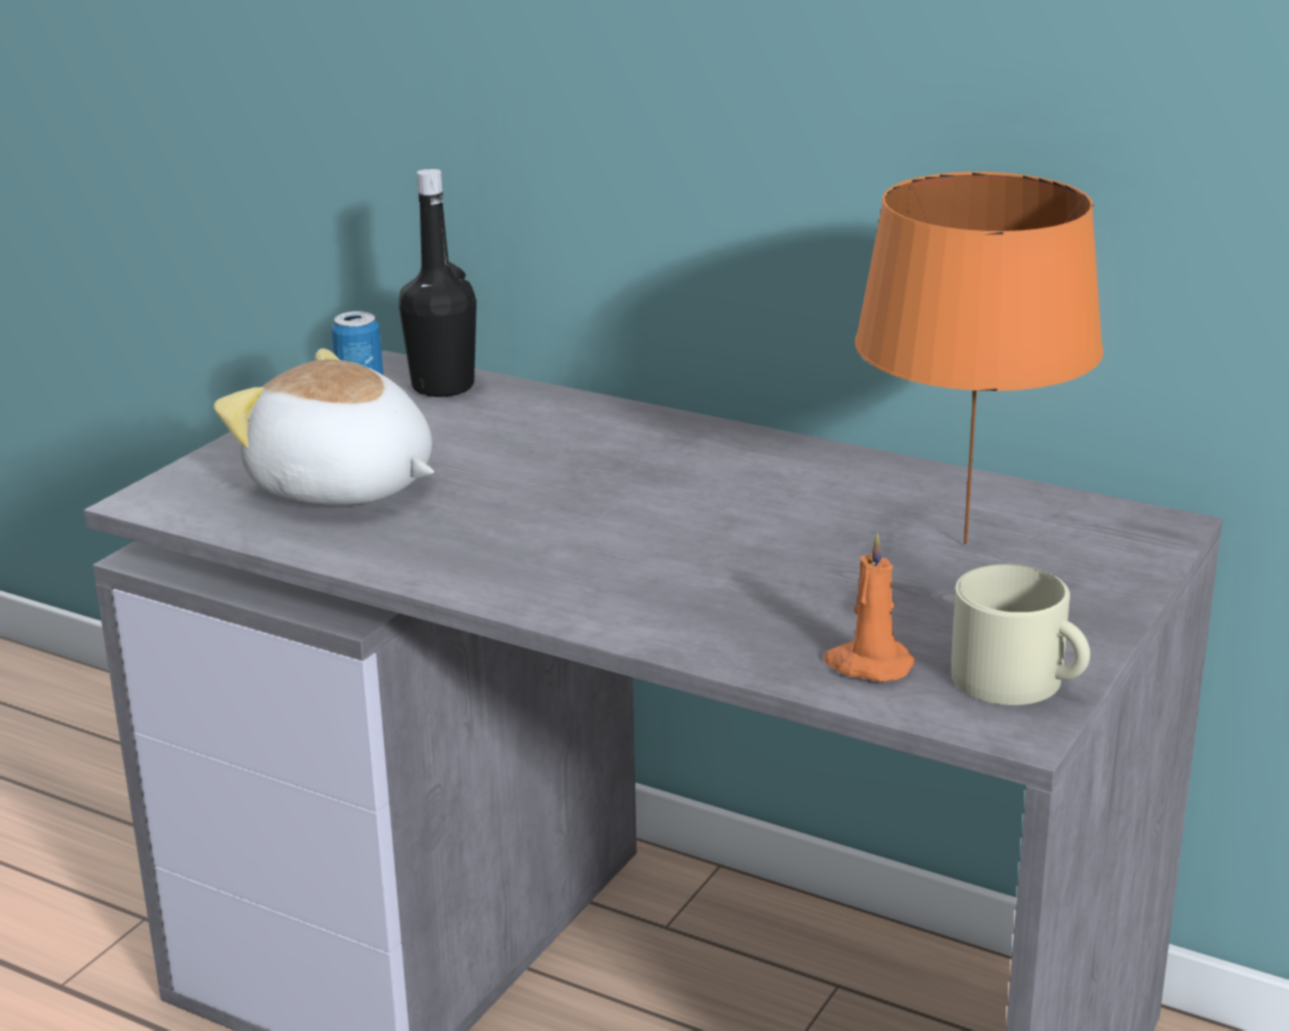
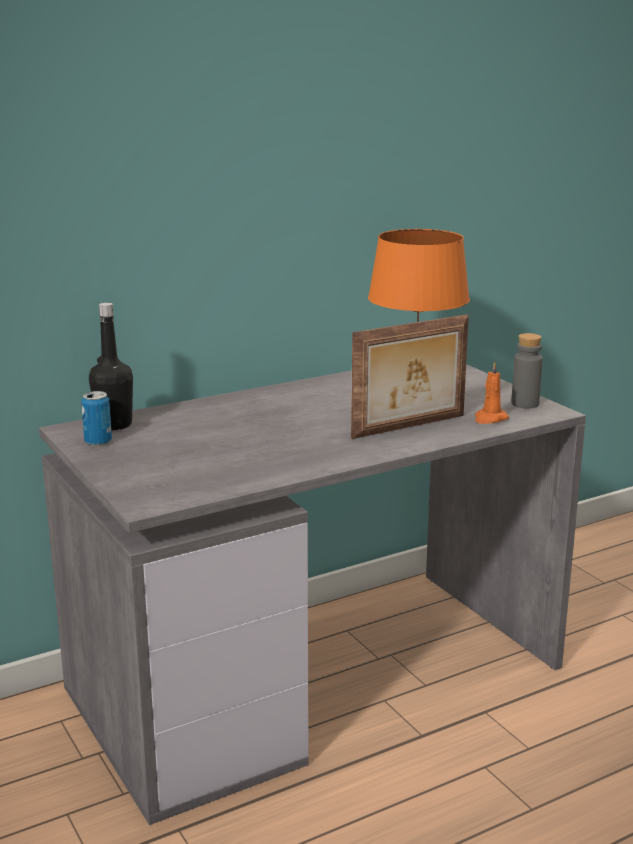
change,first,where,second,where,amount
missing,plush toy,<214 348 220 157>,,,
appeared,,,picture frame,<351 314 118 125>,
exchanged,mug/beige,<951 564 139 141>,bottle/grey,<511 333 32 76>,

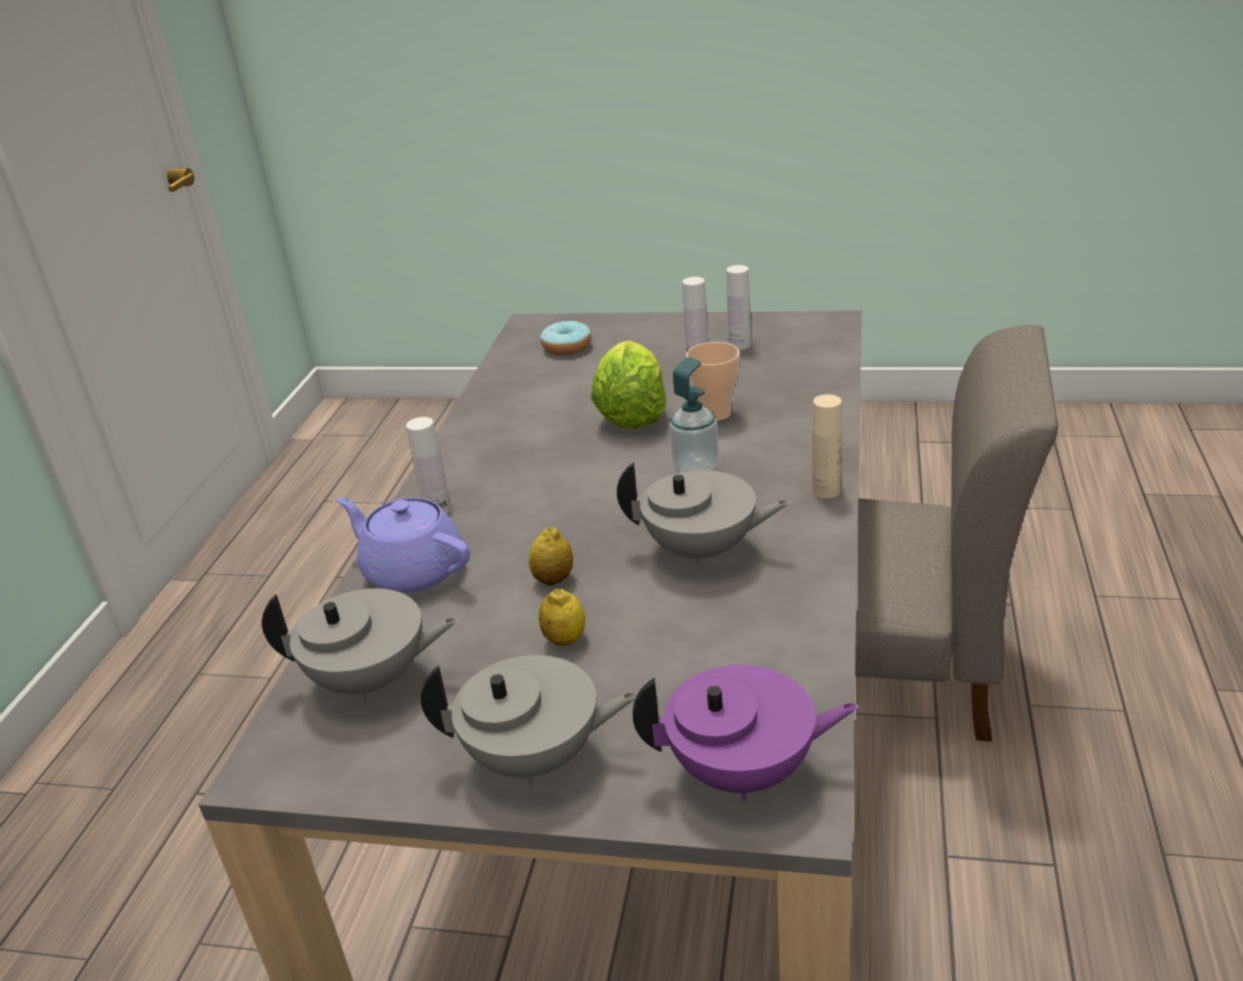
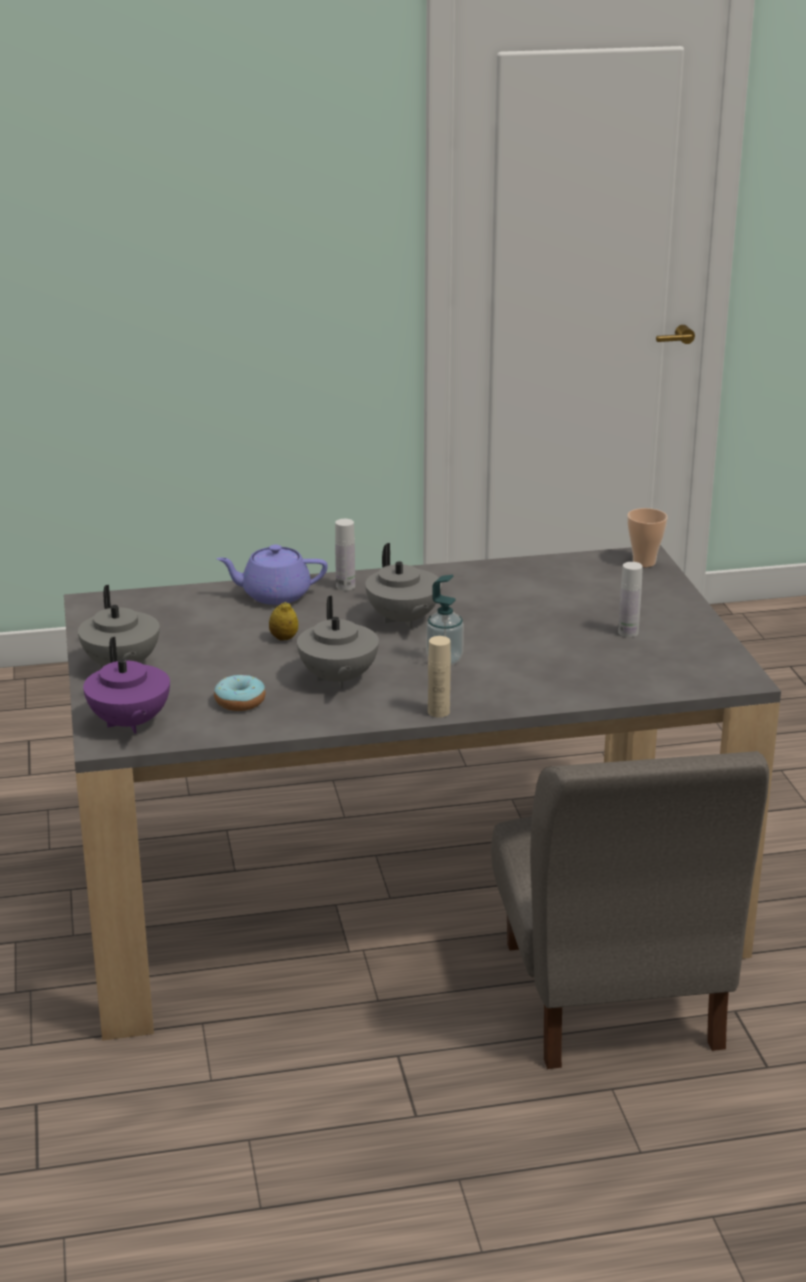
change,first,where,second,where,amount
missing,lemon,<539 589 46 56>,,,
missing,lettuce,<591 340 75 89>,,,
missing,bottle/white,<727 265 24 85>,,,
relocated,teapot/grey,<262 588 196 116>,,<365 543 77 85>,
relocated,donut,<540 321 51 34>,,<214 675 52 36>,
relocated,cup,<686 342 54 79>,,<627 508 41 59>,
spun,teapot/purple,<337 497 133 96>,,<216 545 112 60>,105 degrees counterclockwise

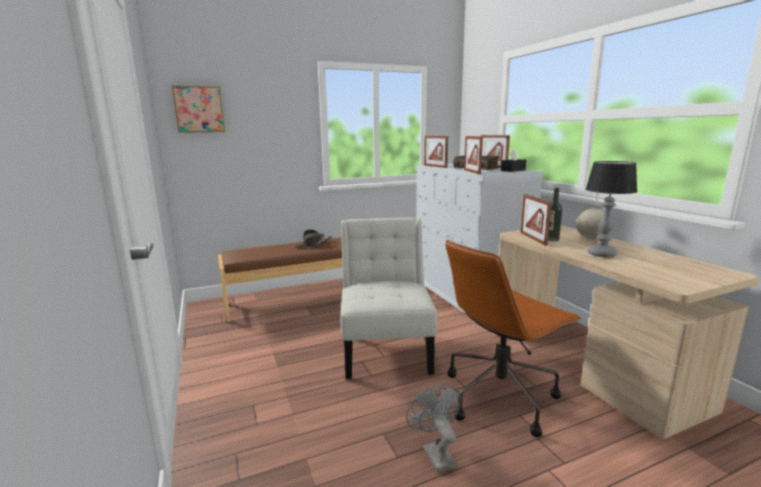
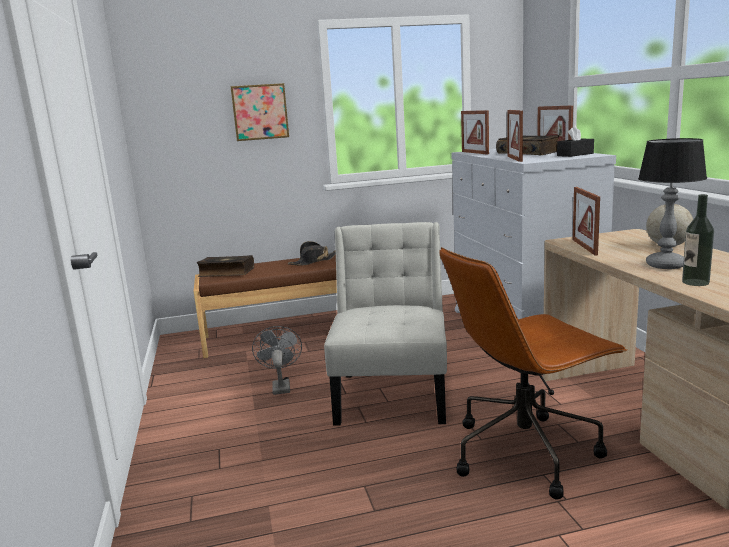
change,first,where,second,where,amount
appeared,,,book,<197 255 57 22>,
relocated,picture,<172 85 53 48>,,<231 83 58 58>,
relocated,fan/grey,<406 385 55 87>,,<252 326 50 69>,
relocated,bottle,<548 188 15 54>,,<682 194 32 92>,

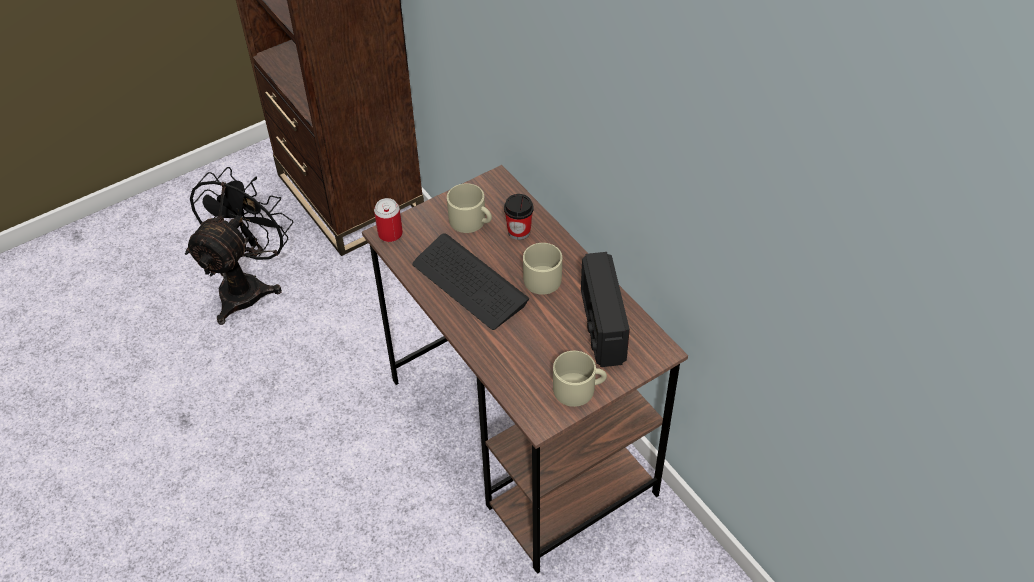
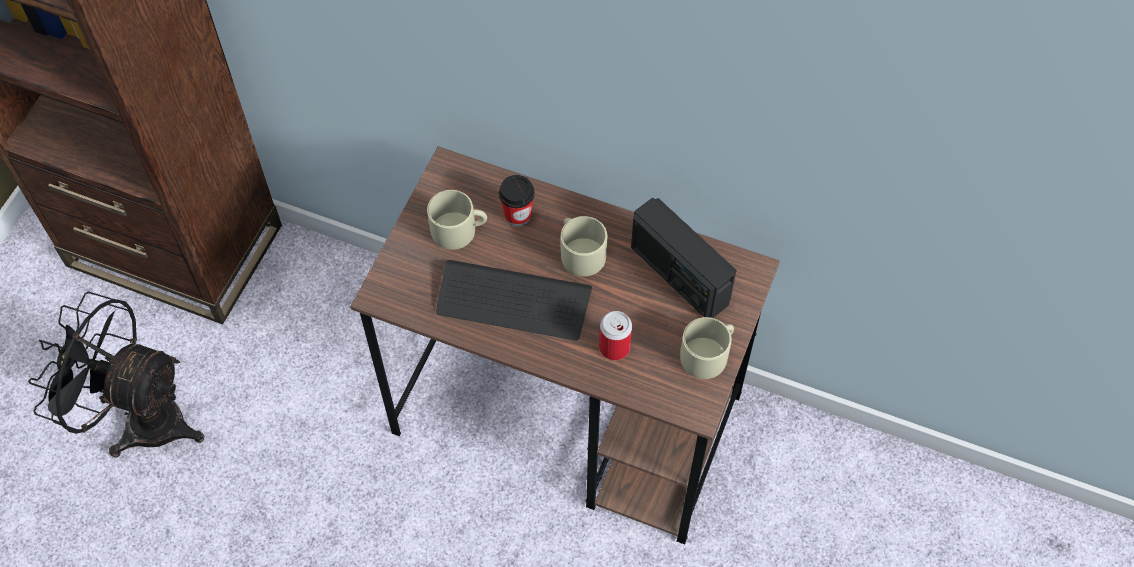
change,first,where,second,where,amount
relocated,can,<374 198 29 44>,,<599 311 33 49>,
spun,fan/black,<185 167 108 158>,,<28 291 176 166>,60 degrees counterclockwise

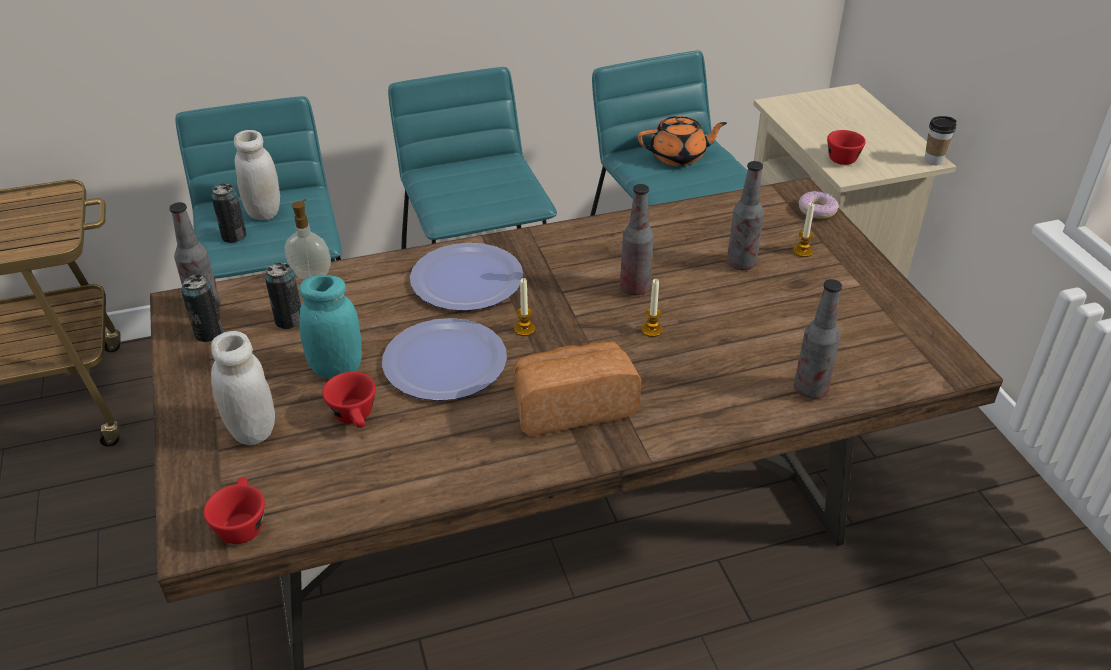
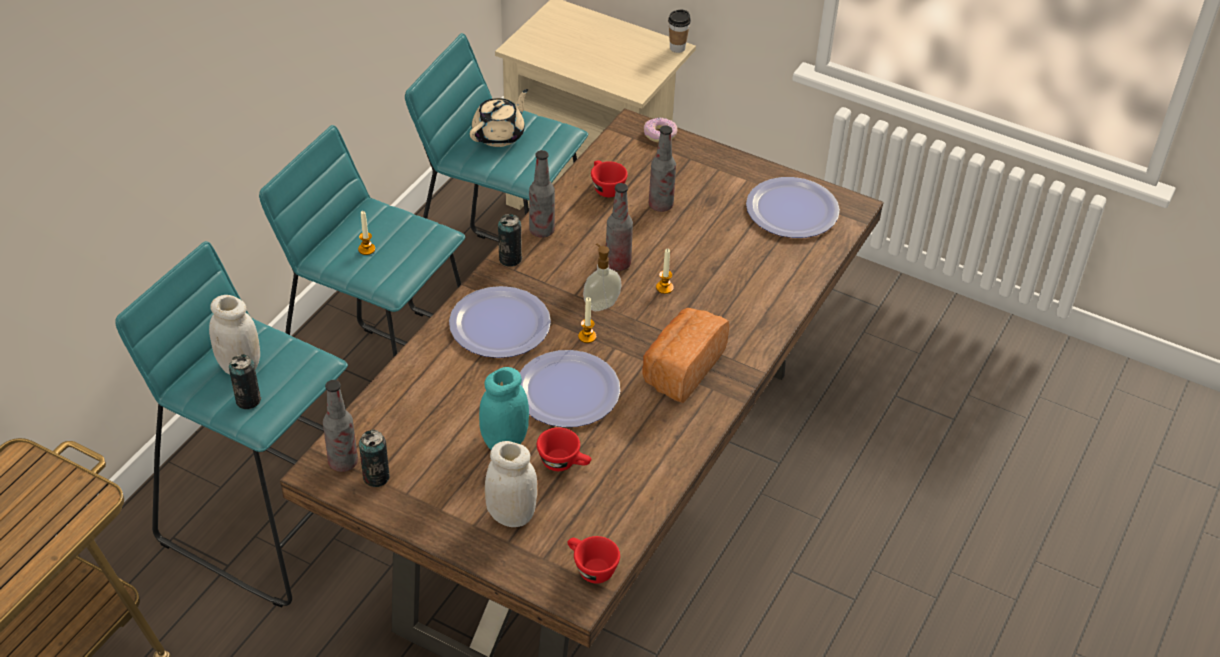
change,first,where,second,where,amount
appeared,,,plate,<746 177 94 61>,
relocated,can,<265 263 36 66>,,<498 214 24 53>,
relocated,soap dispenser,<285 199 46 80>,,<583 244 38 67>,
relocated,candle,<793 203 21 54>,,<358 211 17 44>,
relocated,bottle,<794 279 48 120>,,<529 150 26 88>,
relocated,cup/red,<827 130 39 35>,,<591 160 37 37>,
colour,teapot/orange,<638 116 89 50>,teapot/beige,<470 89 58 58>,

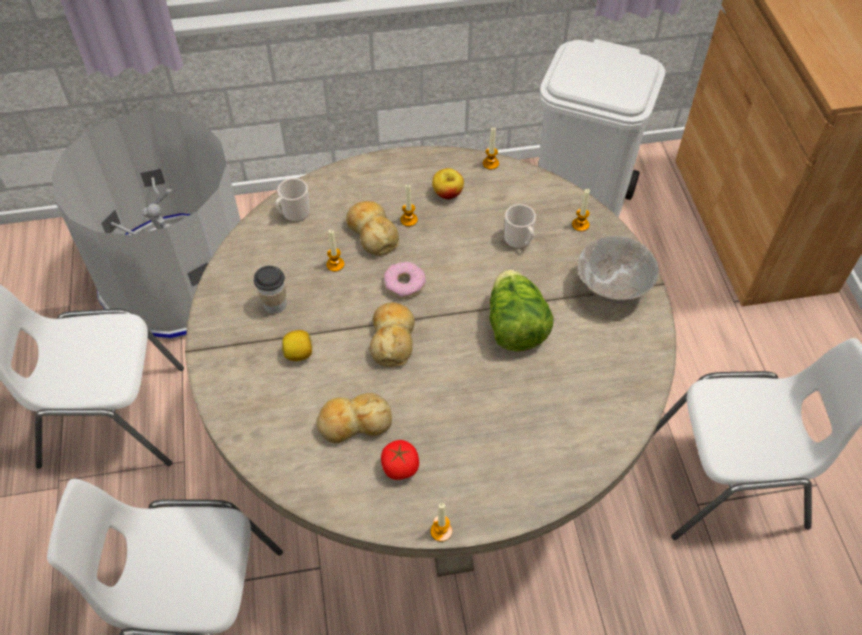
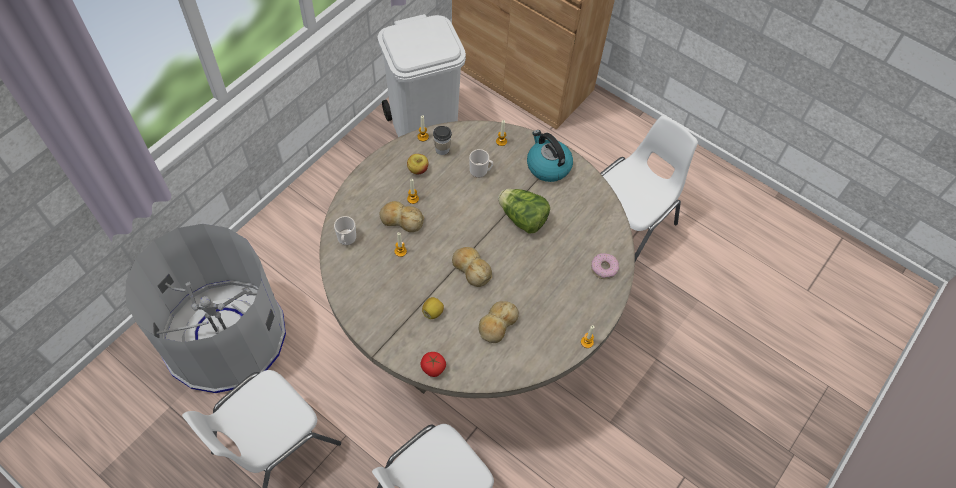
change,first,where,second,where,amount
relocated,cup,<254 266 32 48>,,<433 126 19 29>,
relocated,tomato,<381 440 38 40>,,<420 352 26 25>,
relocated,donut,<384 262 42 37>,,<591 253 28 26>,
exchanged,bowl/grey,<578 236 81 68>,kettle,<527 130 46 52>,

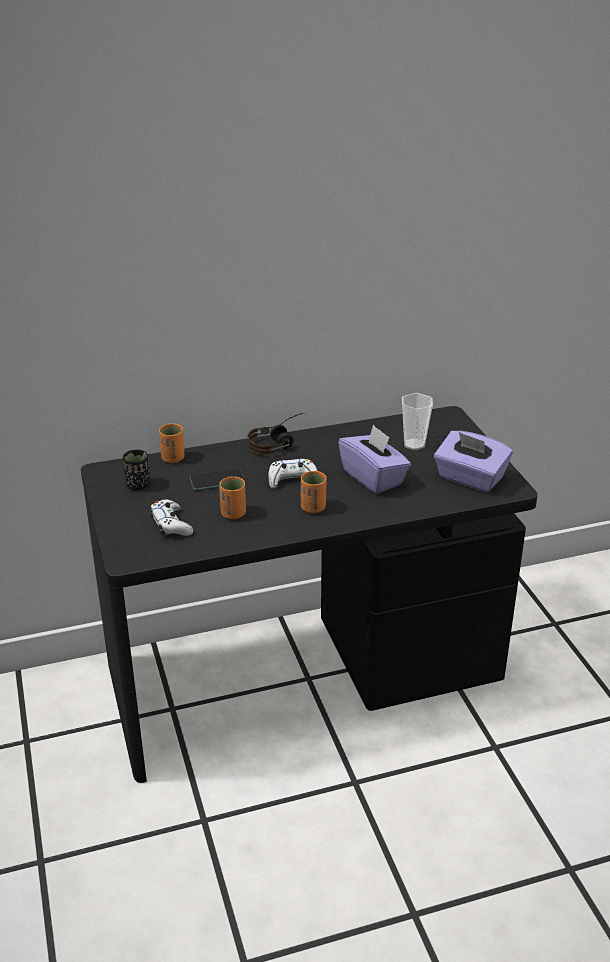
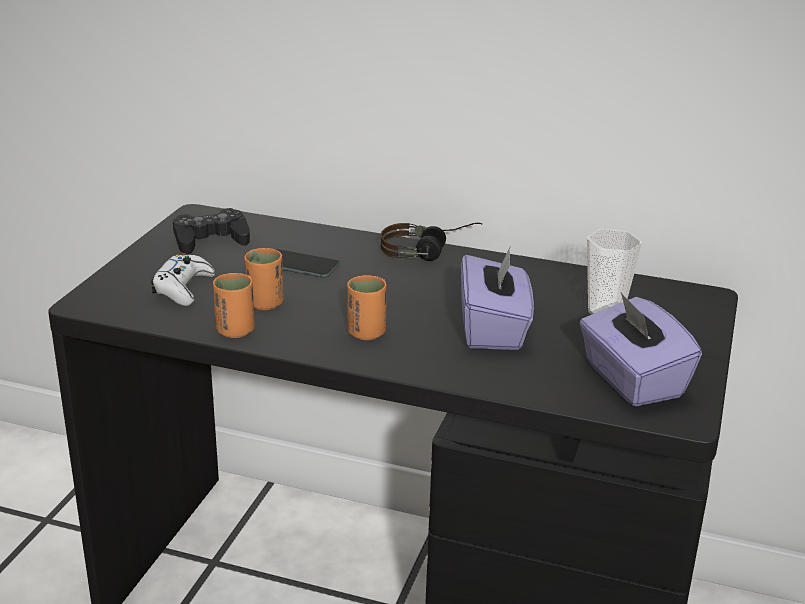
change,first,where,second,where,amount
missing,game controller/white,<269 459 48 30>,,,
relocated,cup/orange,<159 424 26 39>,,<213 273 42 65>,
exchanged,cup/black,<123 450 28 41>,game controller/black,<173 208 77 46>,

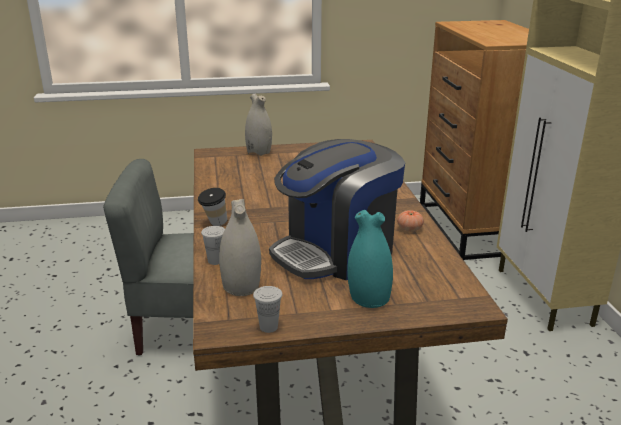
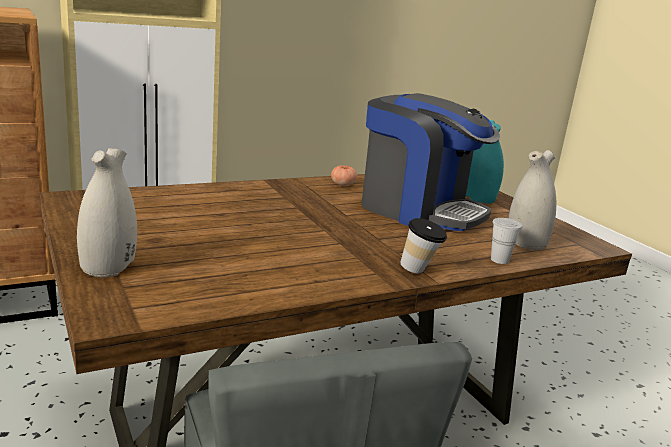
change,first,where,second,where,amount
missing,cup/white,<253 286 29 47>,,,

